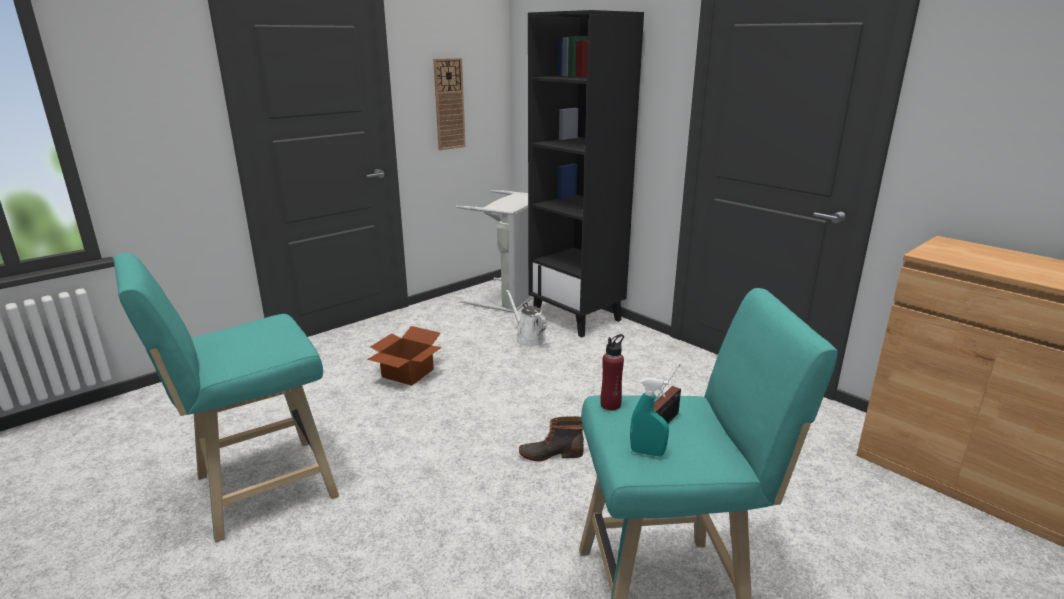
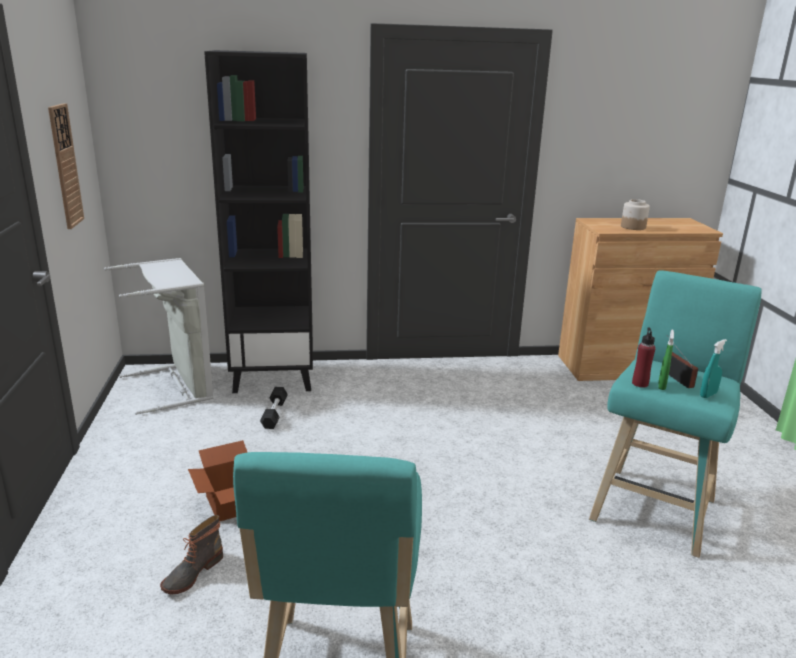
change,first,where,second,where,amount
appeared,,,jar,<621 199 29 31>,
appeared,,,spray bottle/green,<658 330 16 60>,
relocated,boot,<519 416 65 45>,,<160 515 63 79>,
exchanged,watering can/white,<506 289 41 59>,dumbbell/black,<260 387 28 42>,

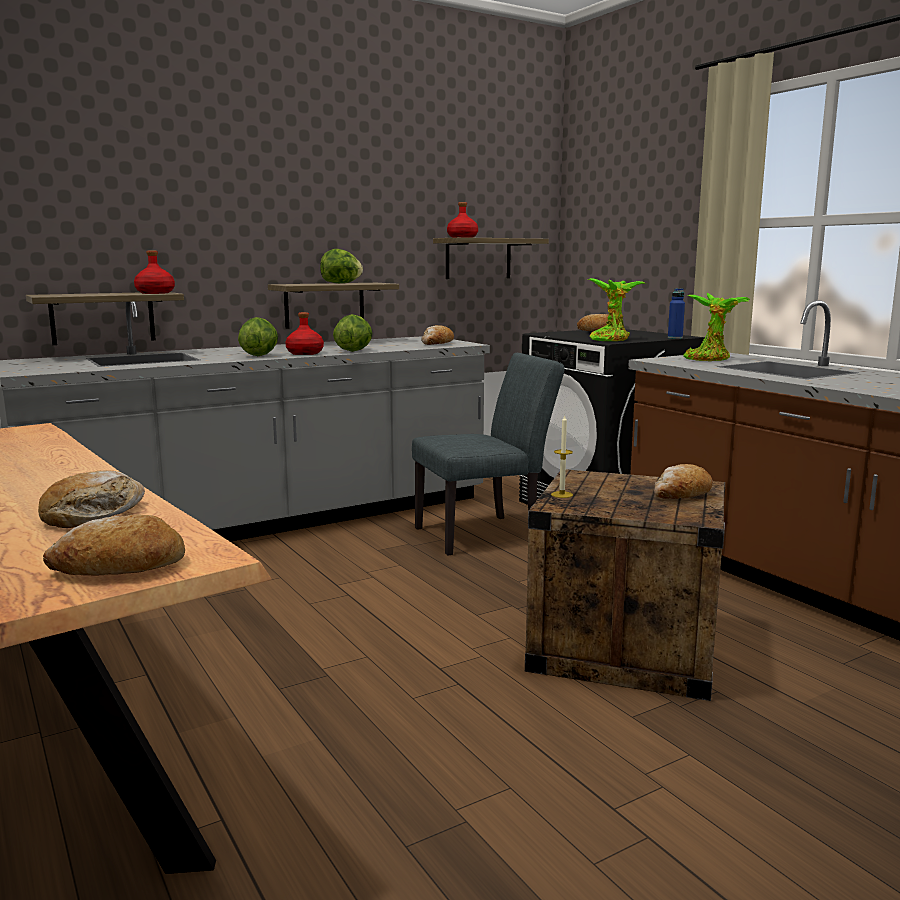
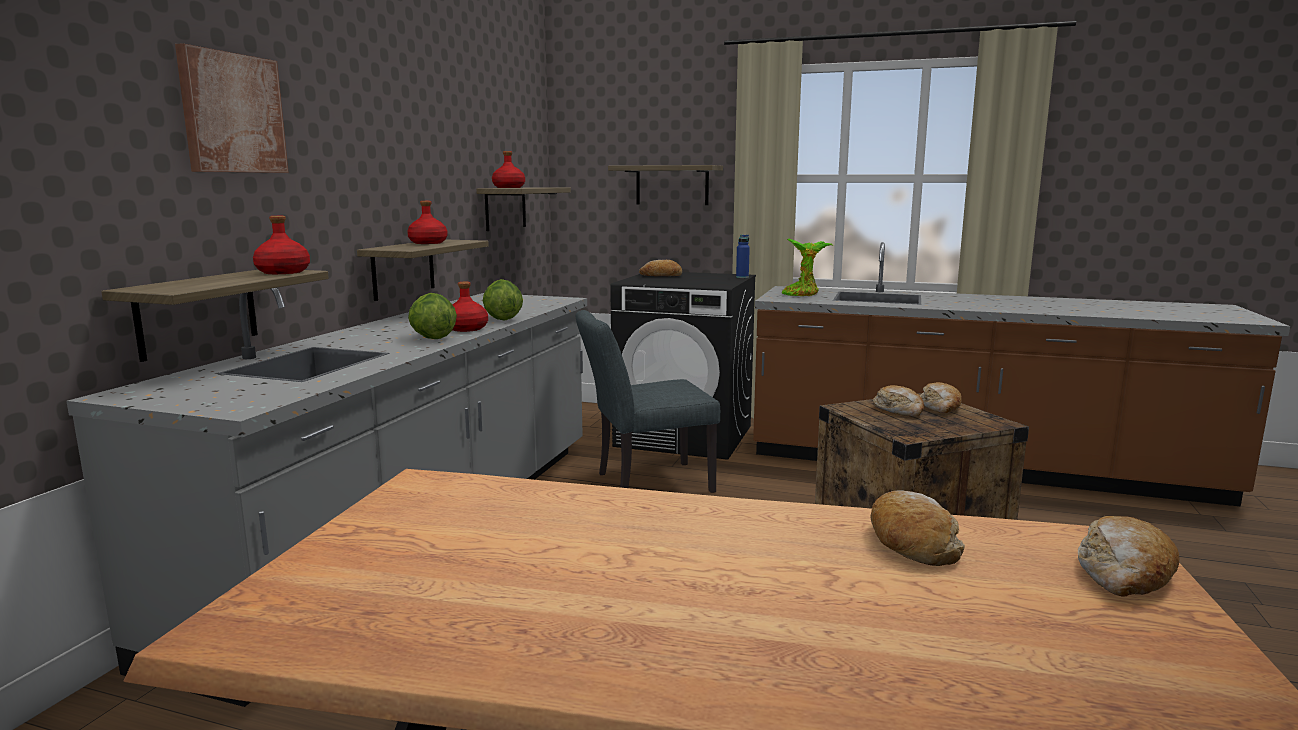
change,first,where,second,where,amount
missing,candle,<551 414 22 84>,,,
missing,potted plant,<587 278 59 63>,,,
appeared,,,picture,<175 43 114 130>,
appeared,,,shelf,<608 165 115 40>,
relocated,bread,<421 325 33 20>,,<873 385 51 31>,
exchanged,lettuce,<320 249 43 34>,bottle/red,<407 201 40 43>,
spun,chair/grey,<412 353 153 203>,,<576 310 144 183>,135 degrees counterclockwise

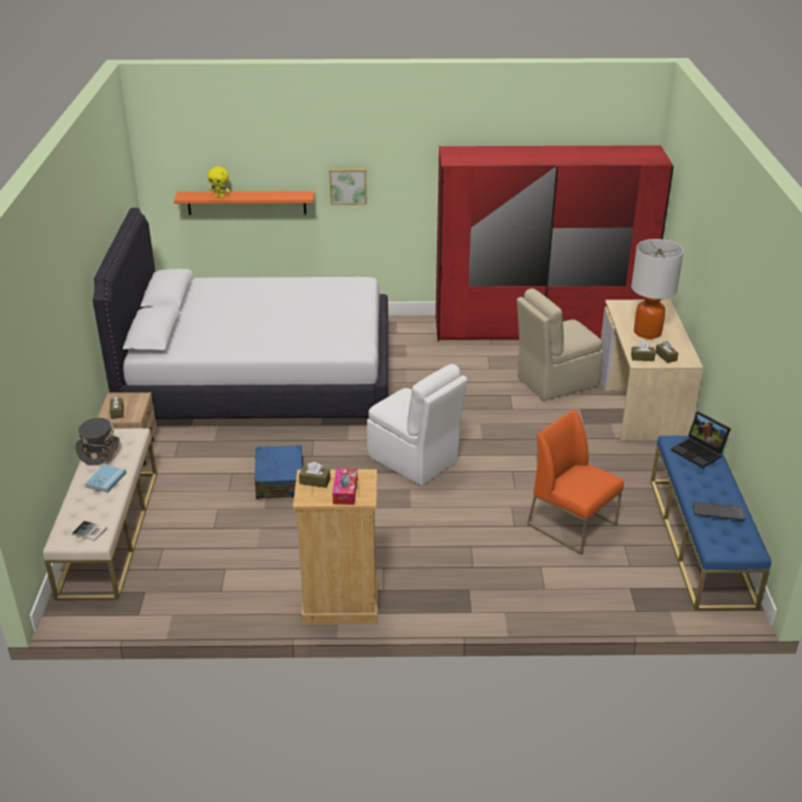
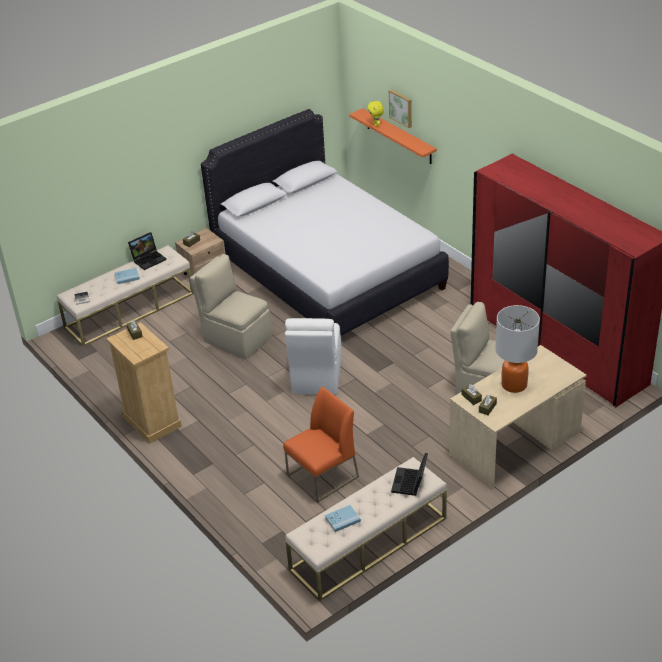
change,first,where,second,where,amount
missing,tissue box,<332 468 25 37>,,,
relocated,picture,<329 169 38 36>,,<389 89 23 39>,
exchanged,hat/grey,<75 418 45 47>,laptop,<128 232 39 38>,
exchanged,suitcase/blue,<254 445 50 54>,chair/beige,<190 254 82 105>,
exchanged,keyboard,<693 501 52 20>,book/blue,<325 505 36 27>,
colour,bench/blue,<651 436 120 175>,bench/beige,<285 457 162 144>,
spun,chair/orange,<527 409 97 146>,,<283 386 76 117>,45 degrees clockwise

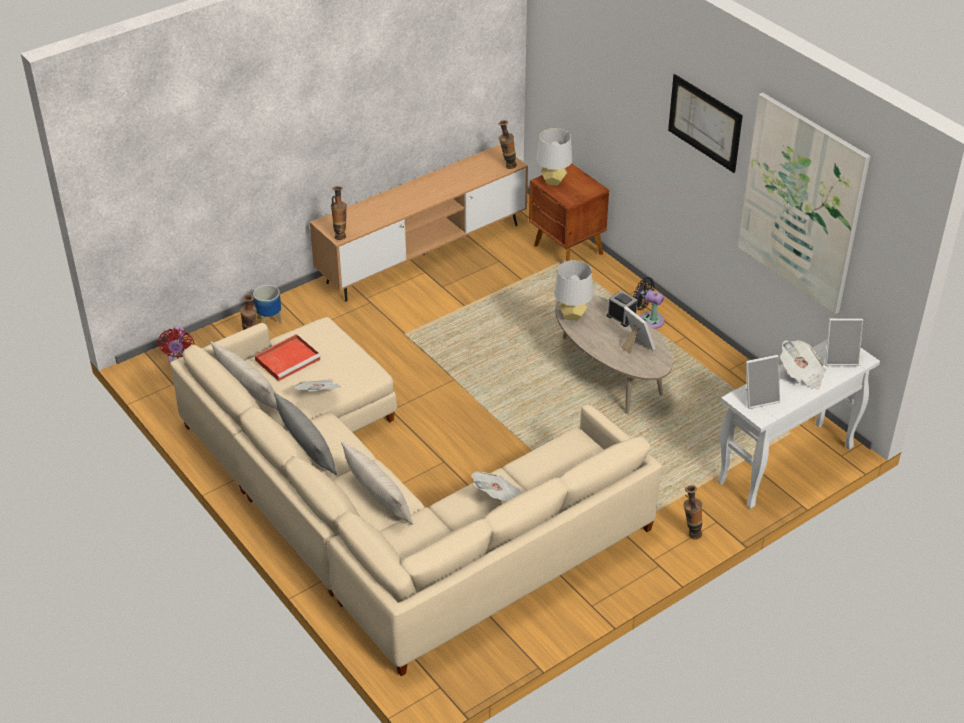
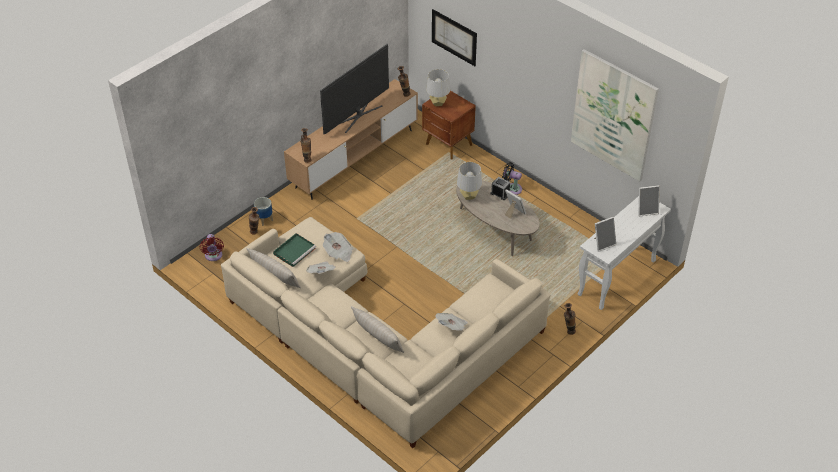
change,first,where,second,where,amount
missing,pillow/grey,<274 392 63 83>,,,
appeared,,,television,<320 43 69 92>,
relocated,picture,<668 74 75 99>,,<432 9 45 57>,
relocated,newspaper,<780 340 46 49>,,<323 232 31 30>,
colour,tray/red,<255 334 66 47>,tray/green,<273 233 43 34>,

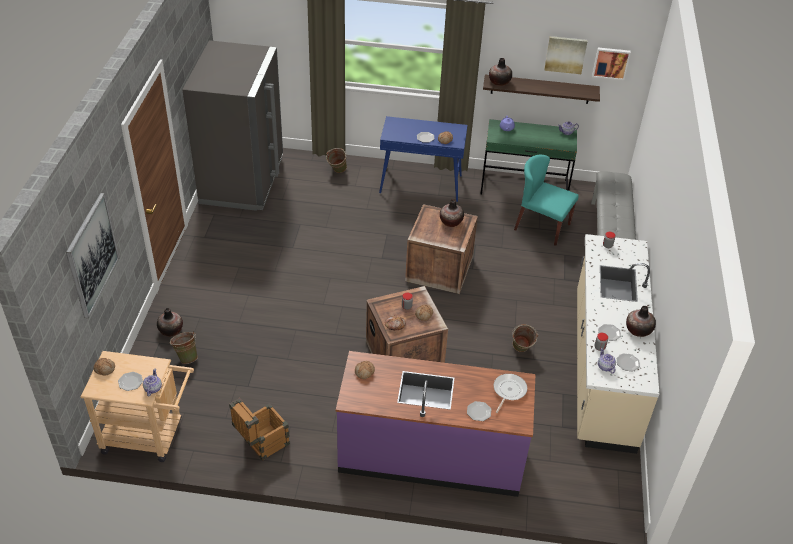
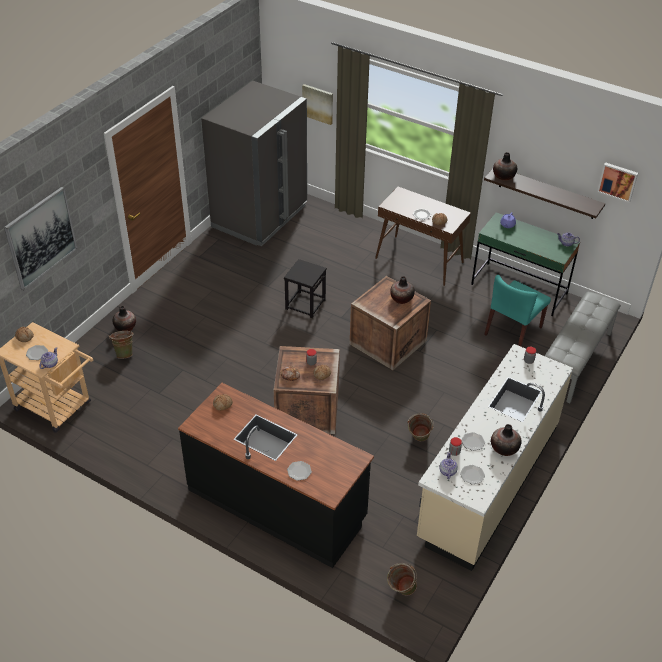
change,first,where,second,where,amount
missing,crate,<229 398 61 63>,,,
missing,frying pan,<494 374 33 39>,,,
appeared,,,stool/black,<284 259 43 59>,
relocated,bucket/green,<326 148 21 25>,,<387 563 30 33>,
relocated,picture,<544 36 43 38>,,<302 84 31 41>,
colour,counter/purple,<336 351 199 146>,counter/black,<178 383 196 185>,
colour,console table/blue,<379 116 88 86>,console table/brown,<375 187 96 99>,
spun,chair/turquoise,<514 155 65 91>,,<484 275 67 71>,105 degrees counterclockwise

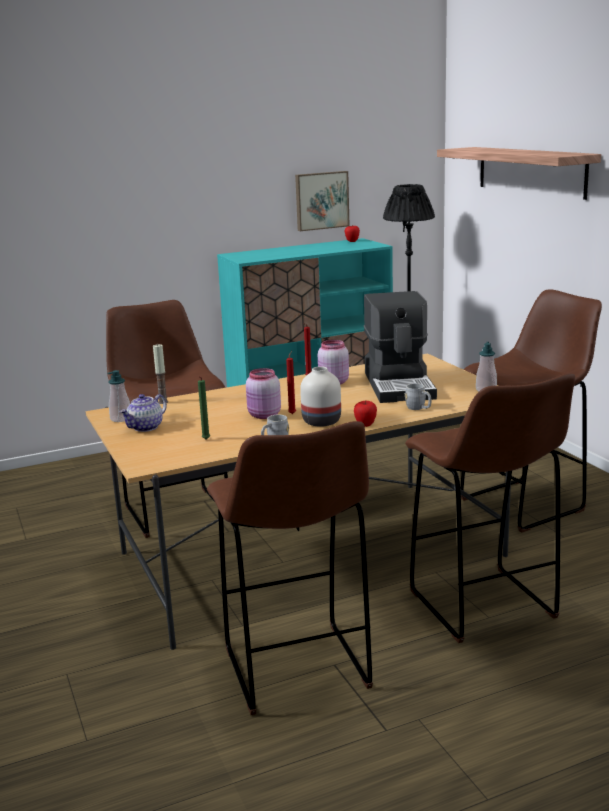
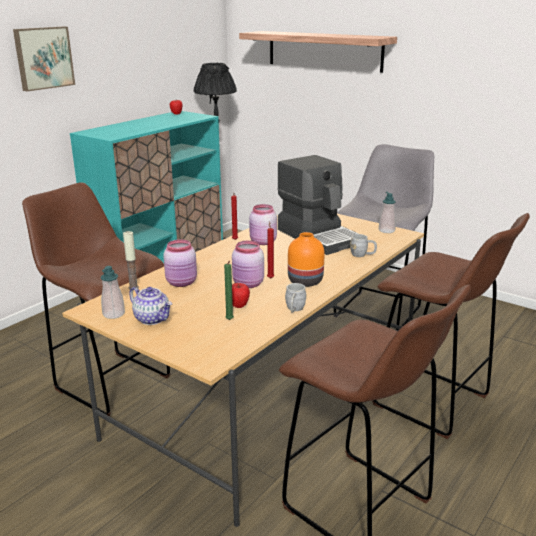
change,first,where,second,where,amount
appeared,,,jar/pink,<163 239 34 48>,
relocated,picture,<295 171 55 60>,,<13 27 62 64>,
relocated,apple,<354 401 23 26>,,<232 283 18 25>,
colour,vase/white,<300 366 41 61>,vase/orange,<288 232 37 55>,
colour,stool/brown,<460 289 142 243>,stool/grey,<334 144 100 187>,
spun,teapot,<120 394 47 38>,,<129 287 43 38>,60 degrees counterclockwise

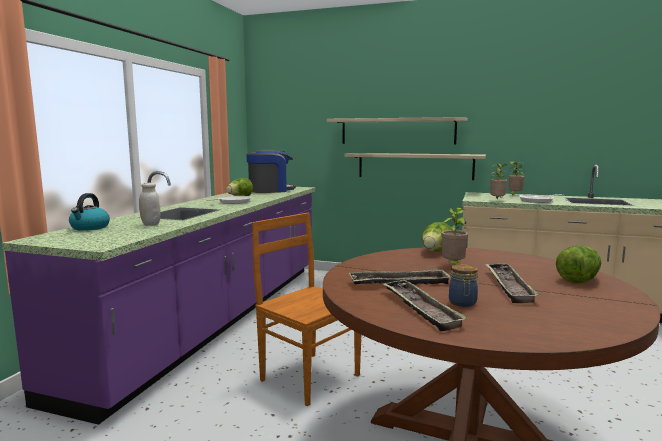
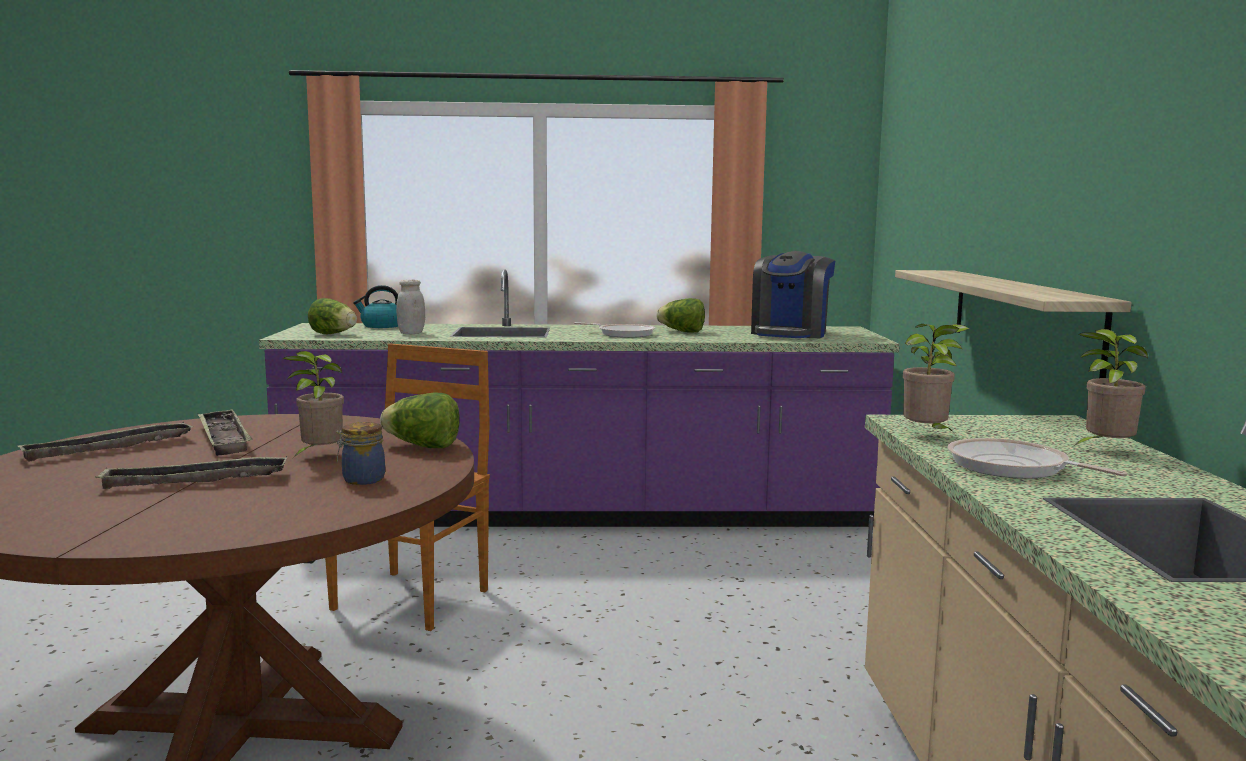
change,first,where,second,where,amount
missing,shelf,<327 117 141 27>,,,
relocated,jar,<449 264 29 43>,,<336 422 49 63>,
relocated,lettuce,<556 245 45 38>,,<308 298 49 36>,
spun,coffee machine,<246 150 50 43>,,<751 251 85 87>,75 degrees clockwise

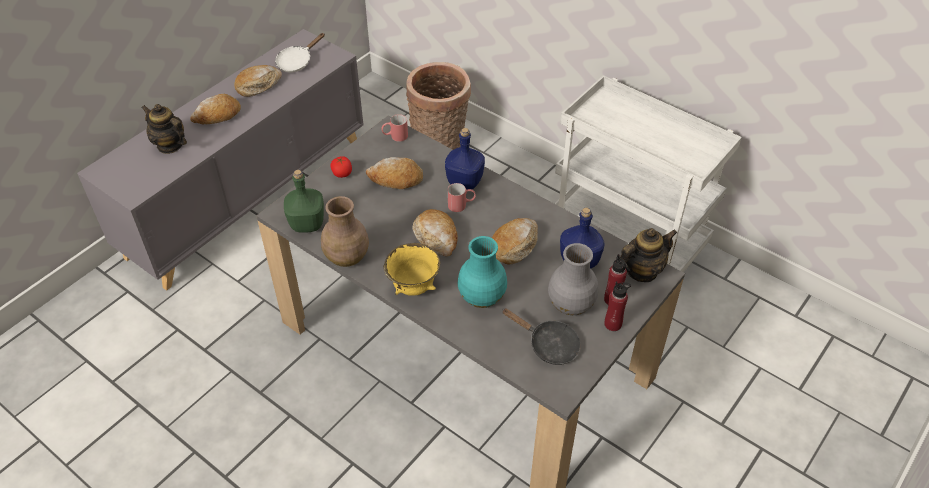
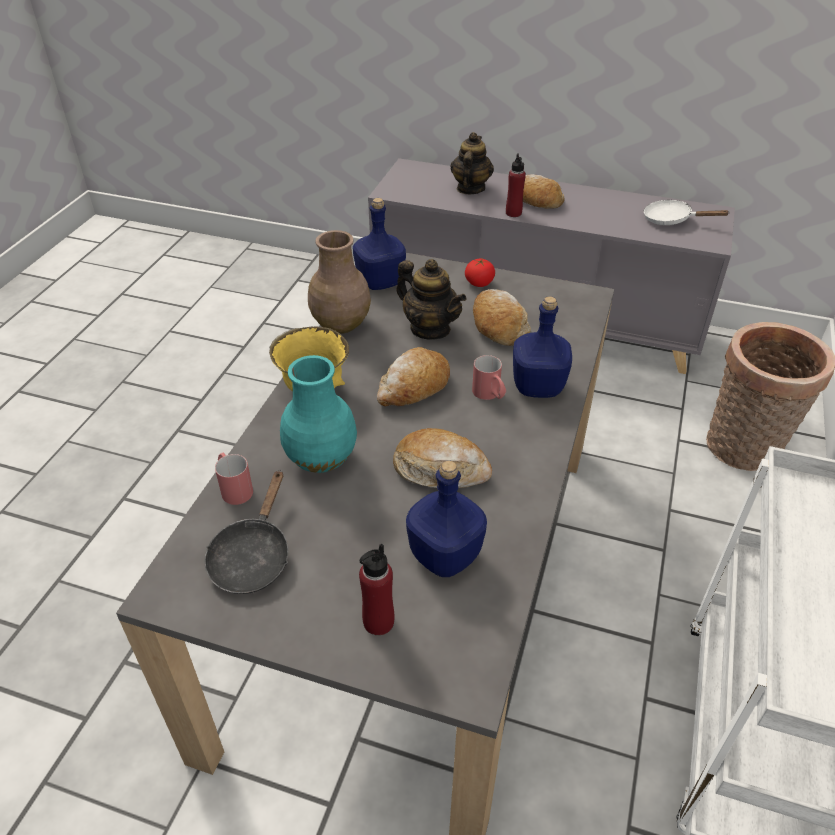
change,first,where,second,where,amount
missing,bread,<234 65 48 32>,,,
missing,vase/grey,<548 243 50 72>,,,
relocated,mug/red,<382 114 26 28>,,<215 453 38 52>,
relocated,bottle/red,<604 282 27 49>,,<506 154 20 63>,
relocated,teapot,<620 228 57 54>,,<397 259 69 80>,
colour,bottle/green,<284 170 40 63>,bottle/blue,<353 198 53 92>,

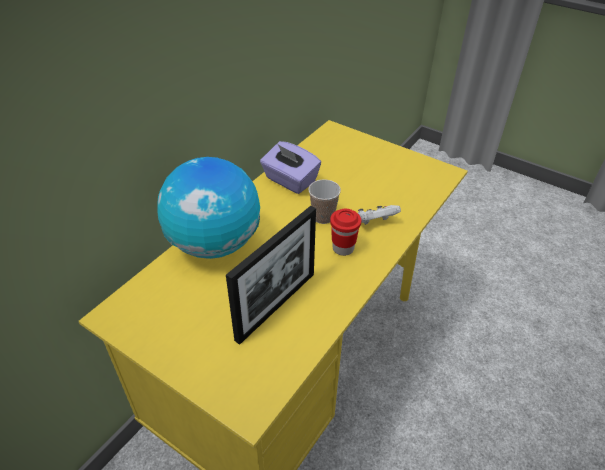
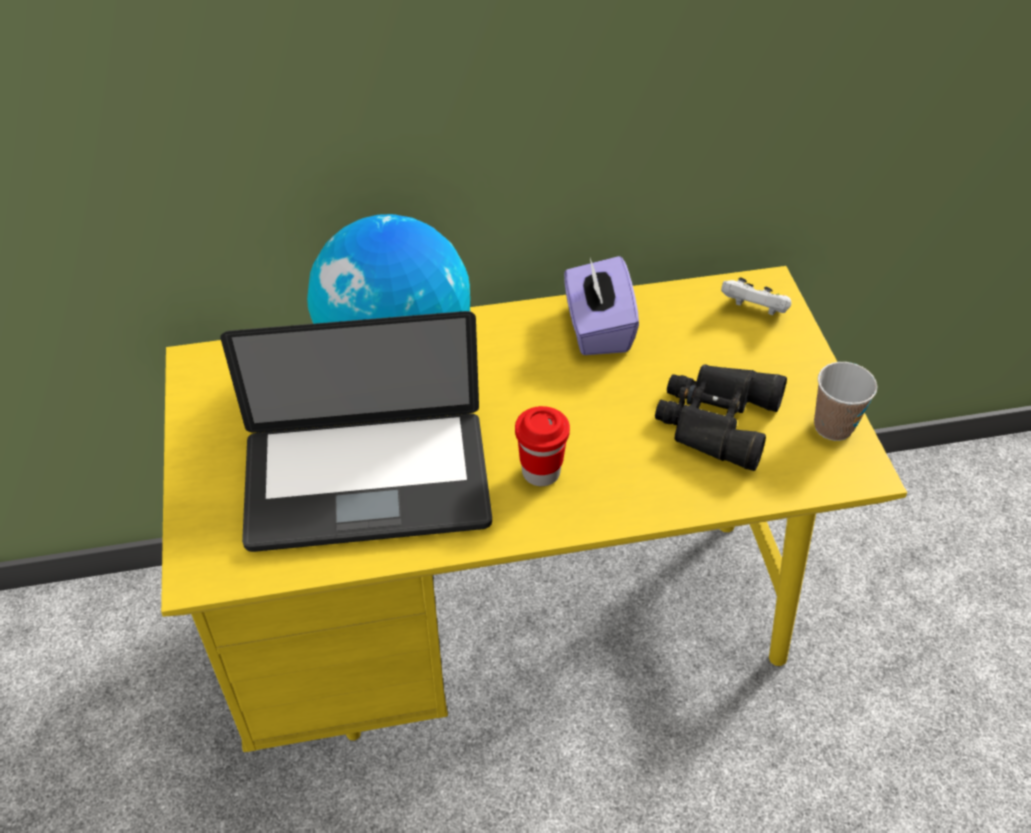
change,first,where,second,where,amount
appeared,,,binoculars/black,<655 365 132 106>,
relocated,cup,<308 179 33 45>,,<814 362 63 79>,
relocated,game controller/white,<358 205 43 20>,,<721 277 70 39>,
exchanged,picture frame,<226 206 90 139>,laptop,<220 311 272 241>,

